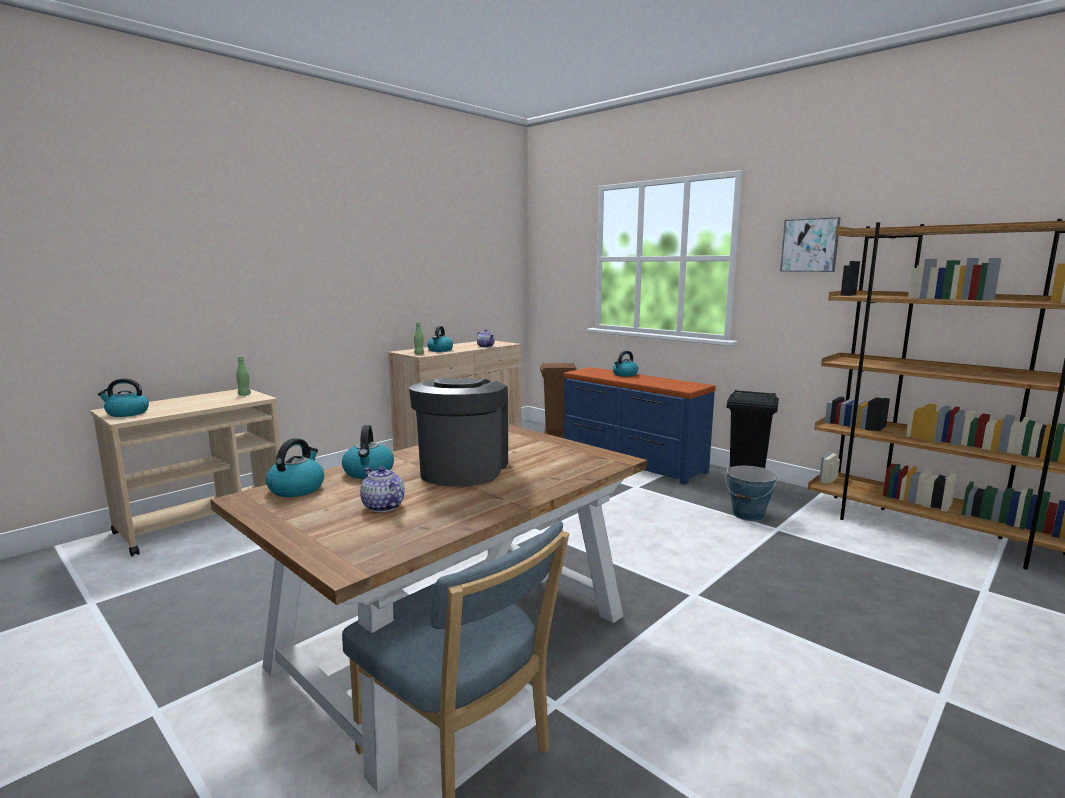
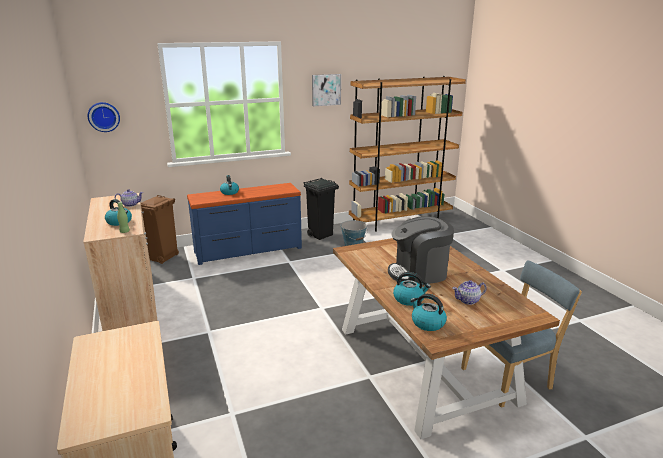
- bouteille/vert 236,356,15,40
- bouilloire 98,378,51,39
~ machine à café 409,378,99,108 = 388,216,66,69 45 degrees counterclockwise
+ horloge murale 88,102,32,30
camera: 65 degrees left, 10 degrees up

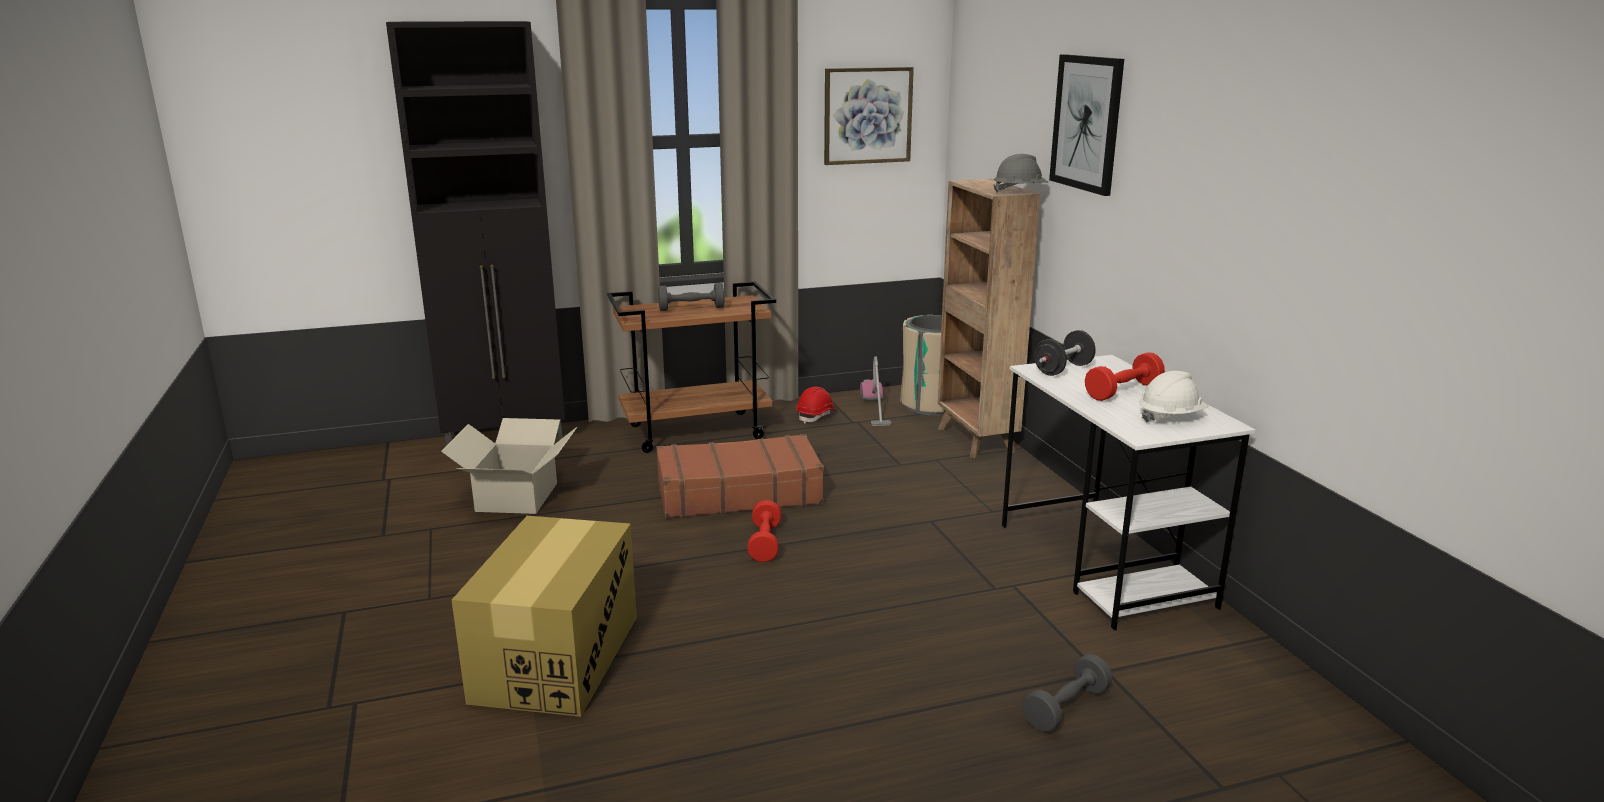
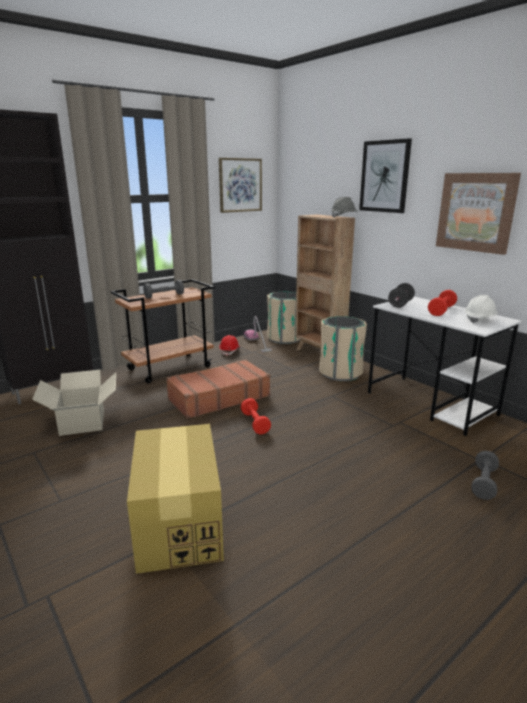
+ tableau 436,173,85,82
+ poubelle/beige 319,316,48,65
camera: 20 degrees left, 0 degrees up

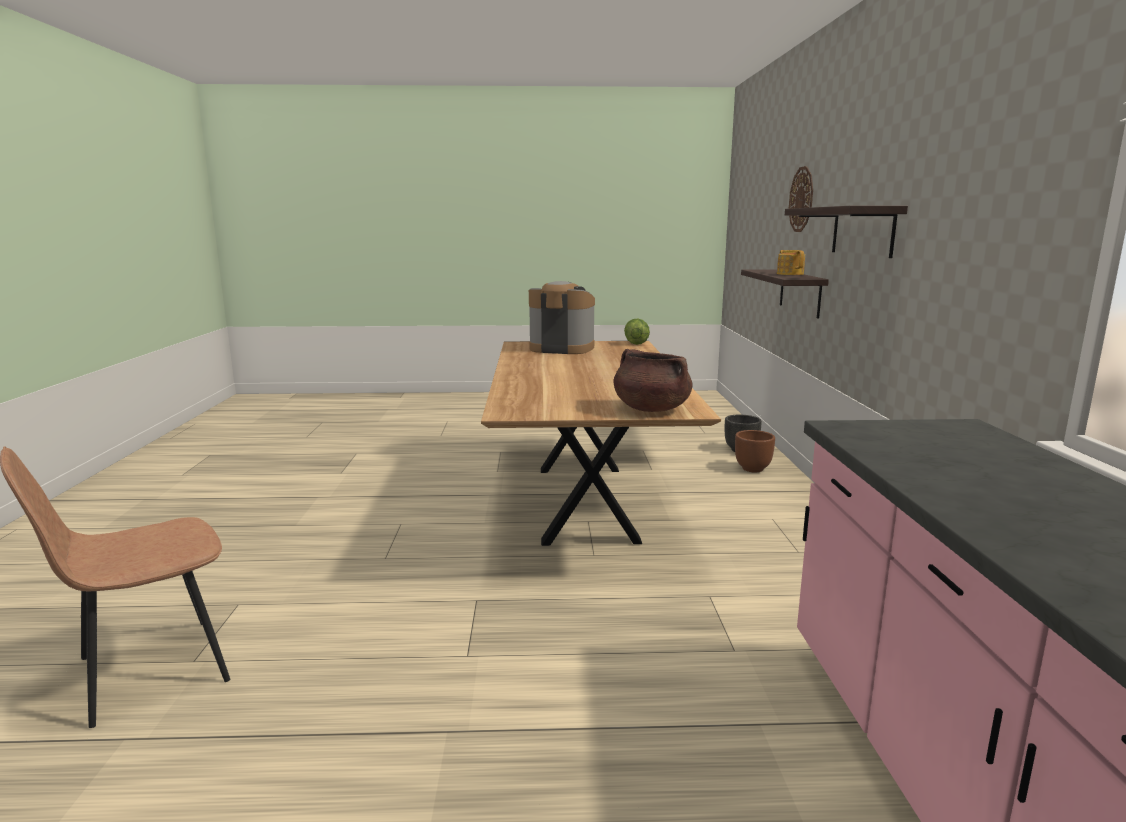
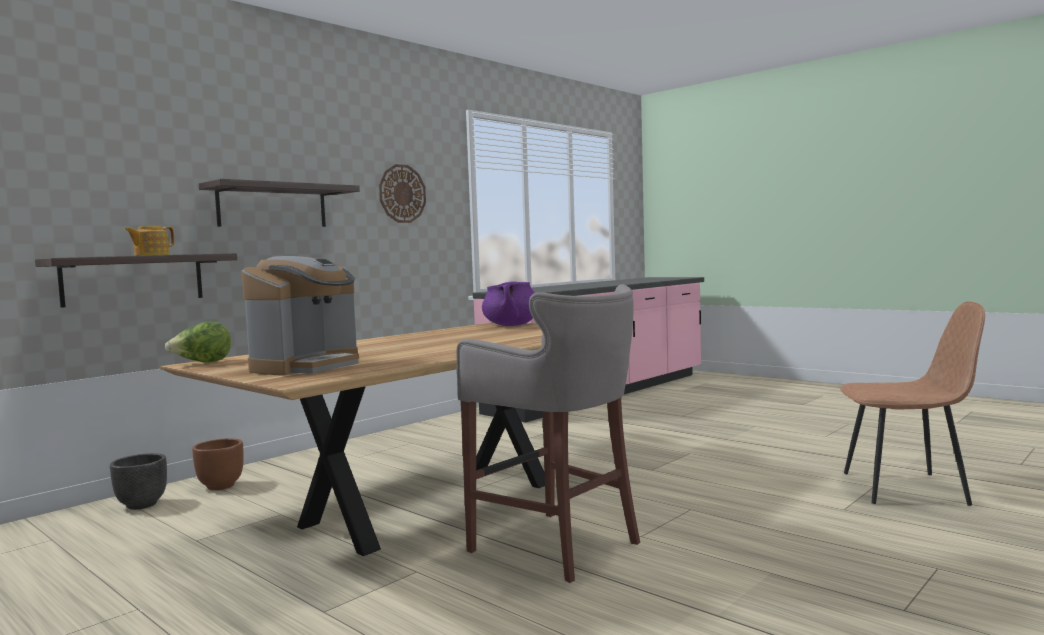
~ horloge murale 789,166,24,66 to 379,164,47,59
~ machine à café 529,281,66,73 = 242,256,117,120 120 degrees counterclockwise
~ marmite/marron 613,349,79,63 to marmite/violet 482,282,53,44
+ tabouret/gris 457,284,183,299
camera: 135 degrees left, 10 degrees down

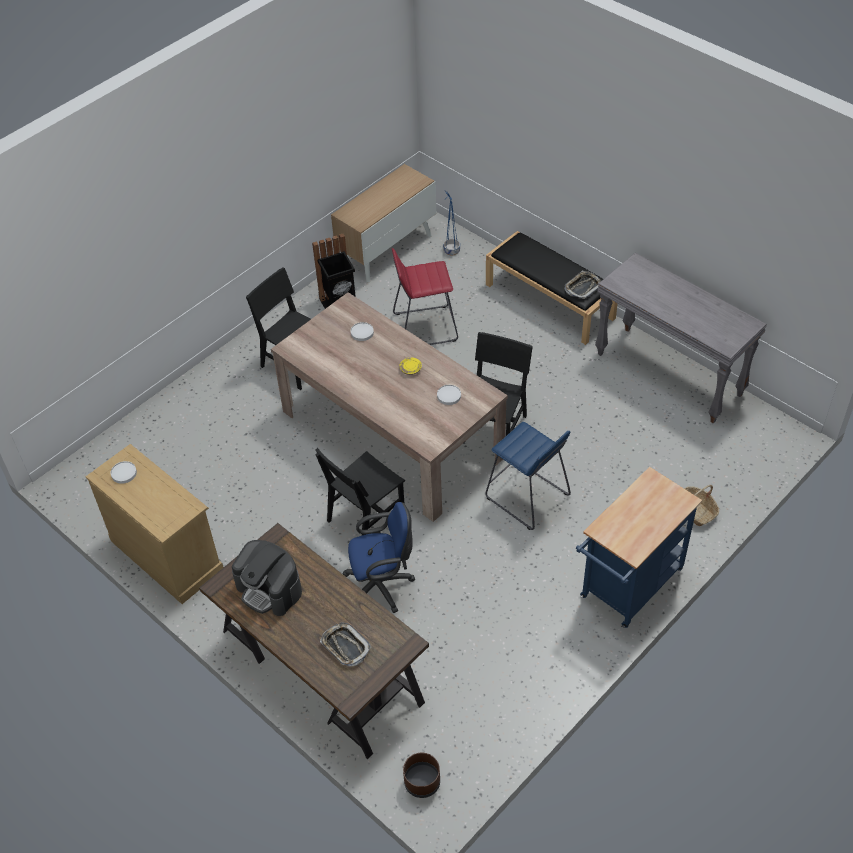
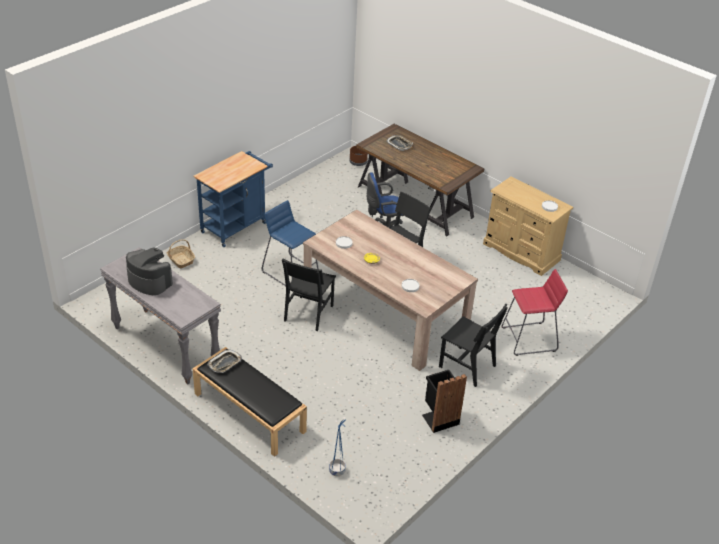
- meuble de rangement 331,164,105,119
~ tabouret/rouge 392,248,66,97 to 501,269,67,87
~ machine à café 232,540,70,76 to 126,247,47,48
camera: 175 degrees right, 10 degrees down

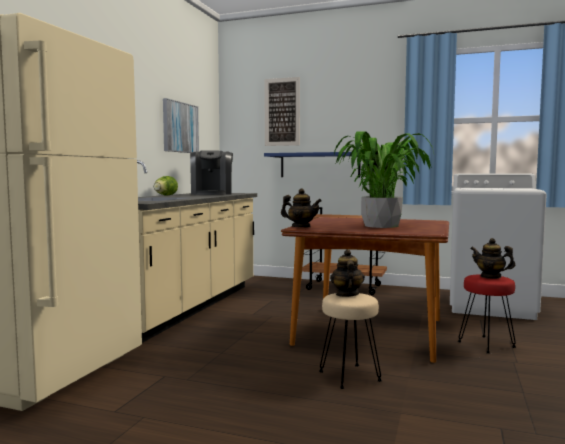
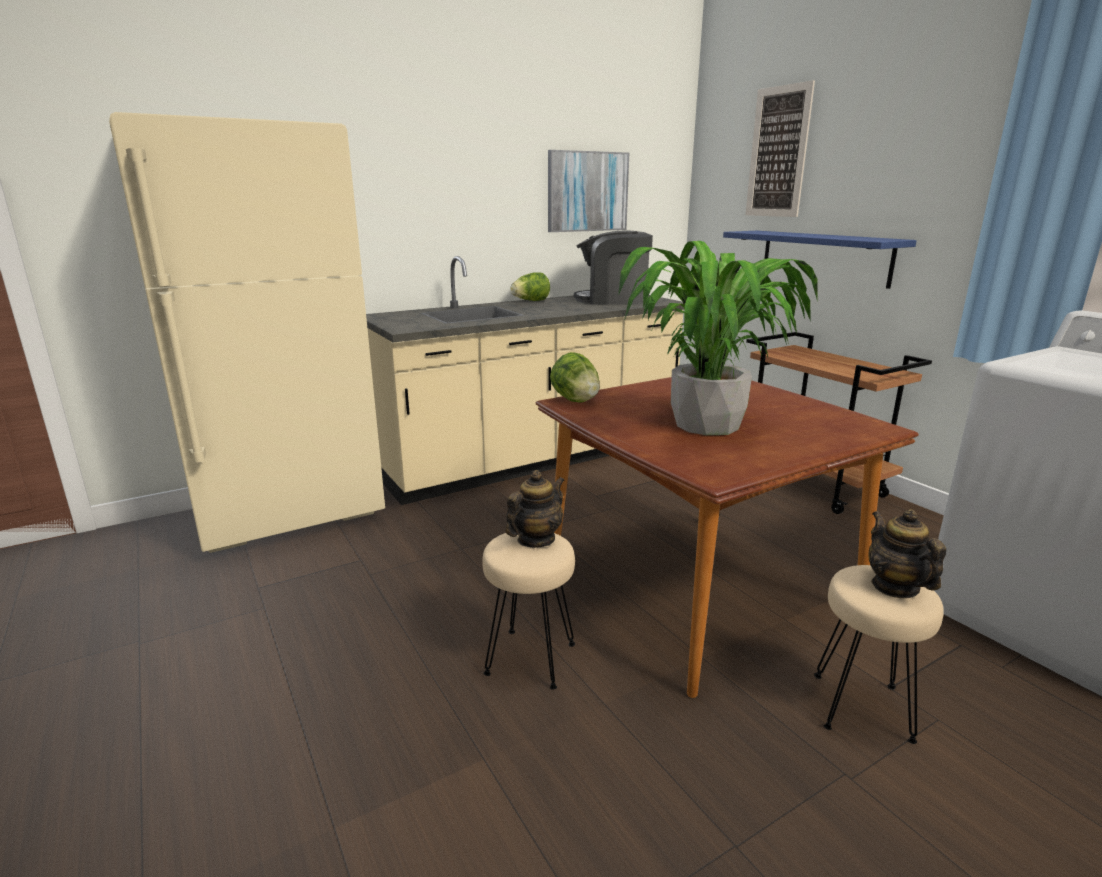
~ machine à café 190,151,43,44 = 574,231,79,74 60 degrees clockwise
~ théière 281,188,41,39 to laitue 550,352,50,51
~ tabouret/rouge 458,274,58,80 to tabouret/beige 814,565,130,179
camera: 40 degrees right, 15 degrees up

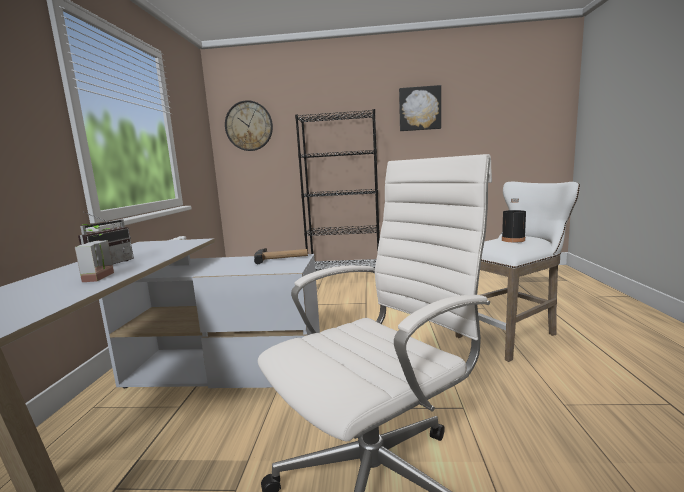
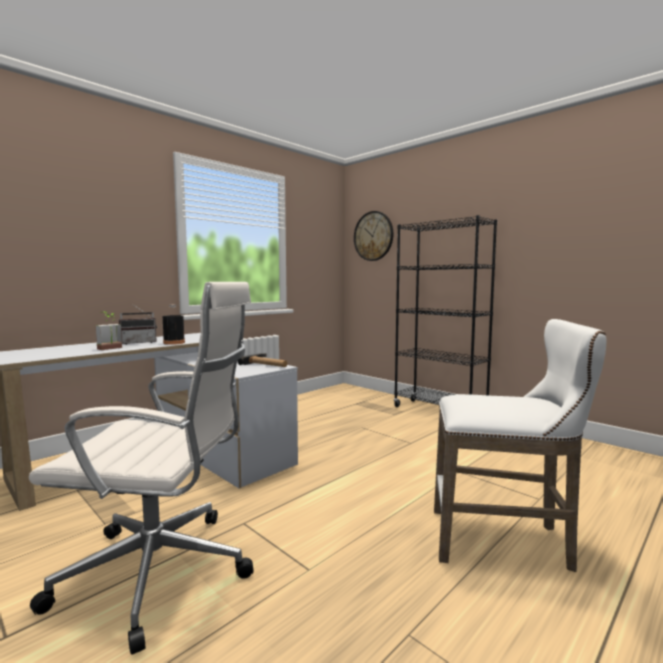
- tableau 399,85,42,46
~ bouteille/noir 502,199,24,43 to 163,304,22,41
camera: 40 degrees right, 5 degrees down

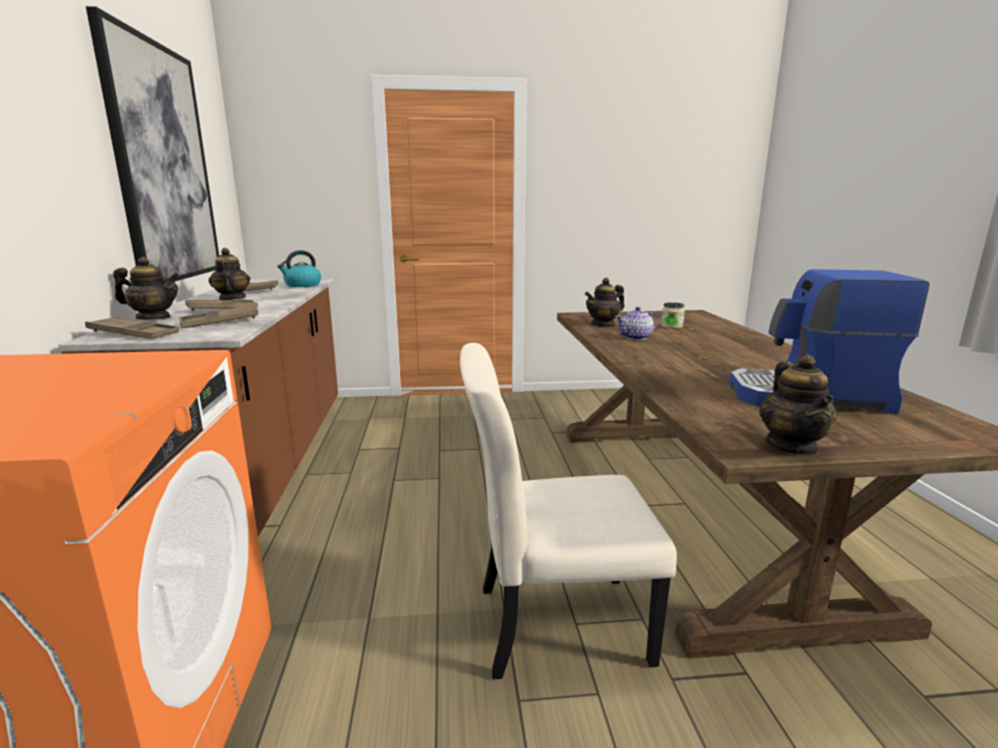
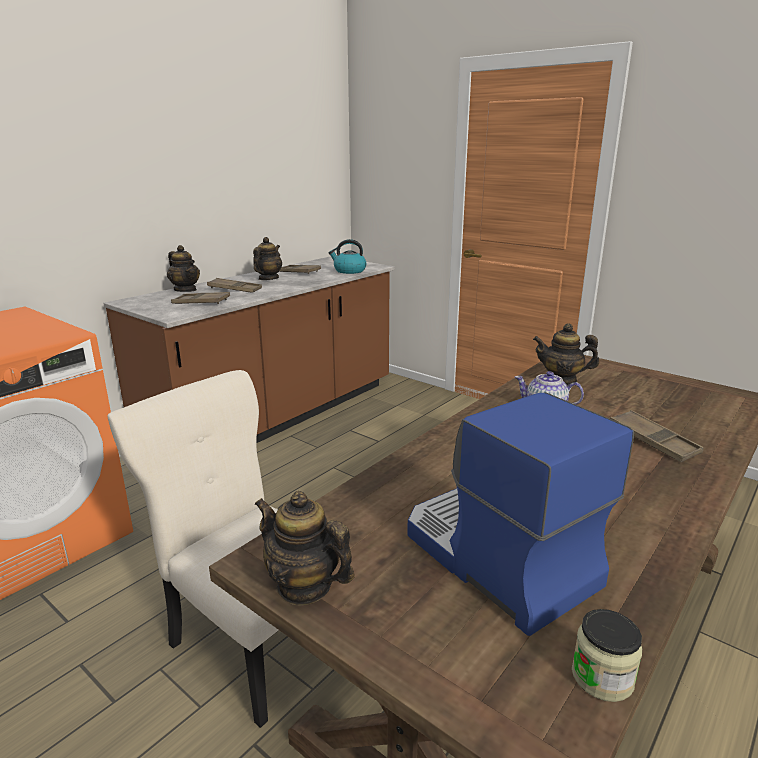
- tableau 86,6,133,277
~ bocal 661,302,24,27 to 572,609,70,93
~ plateau/marron 85,316,94,23 to 610,410,94,52
~ théière 759,354,79,102 = 255,491,100,114 75 degrees clockwise
camera: 45 degrees right, 5 degrees up

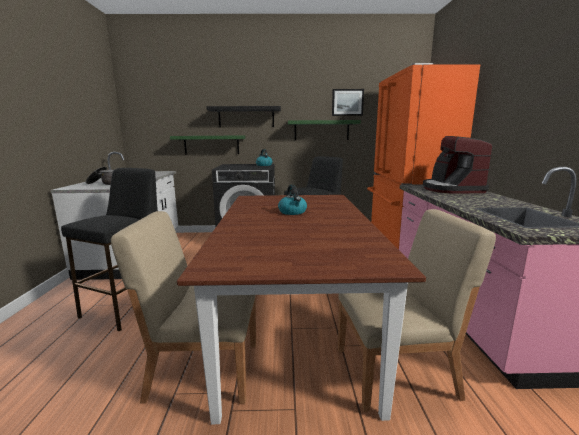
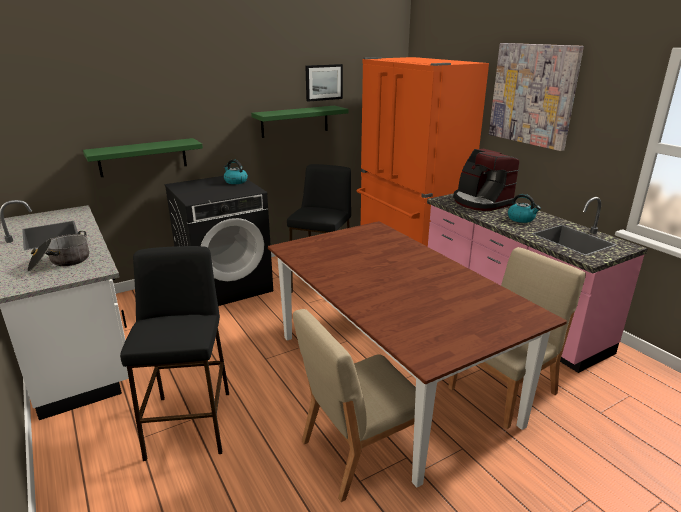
- étagère/noir 206,106,75,21
~ bouilloire 278,185,29,30 to 508,194,33,29
+ tableau 489,43,95,108
camera: 30 degrees left, 10 degrees up

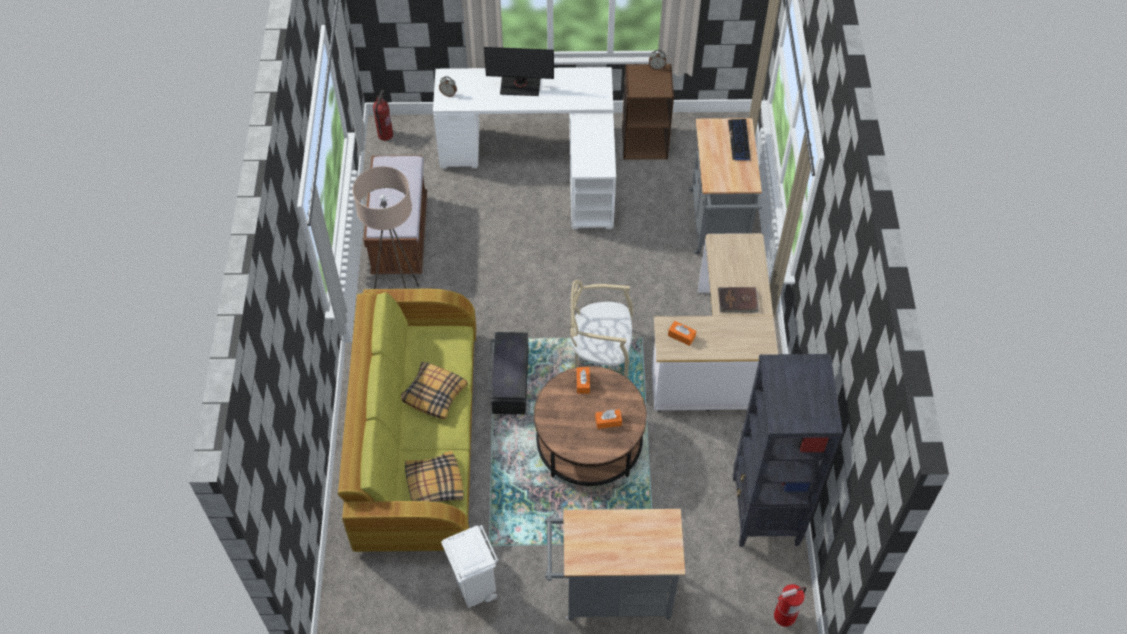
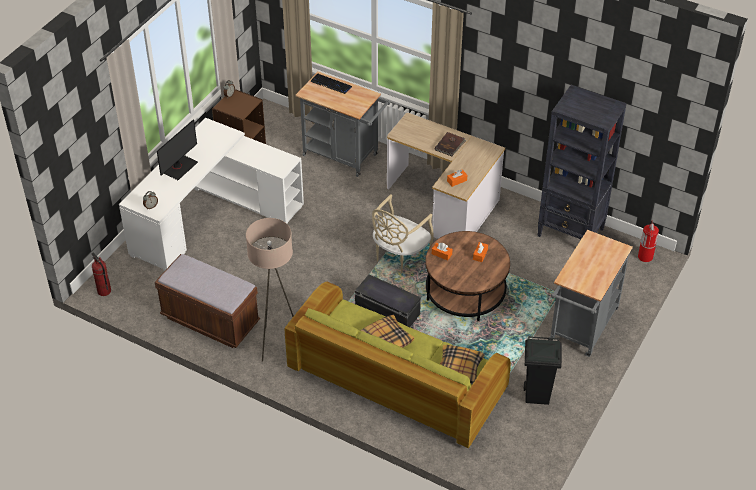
~ poubelle/blanc 441,525,57,83 to poubelle/noir 524,336,38,69
camera: 60 degrees left, 10 degrees down

